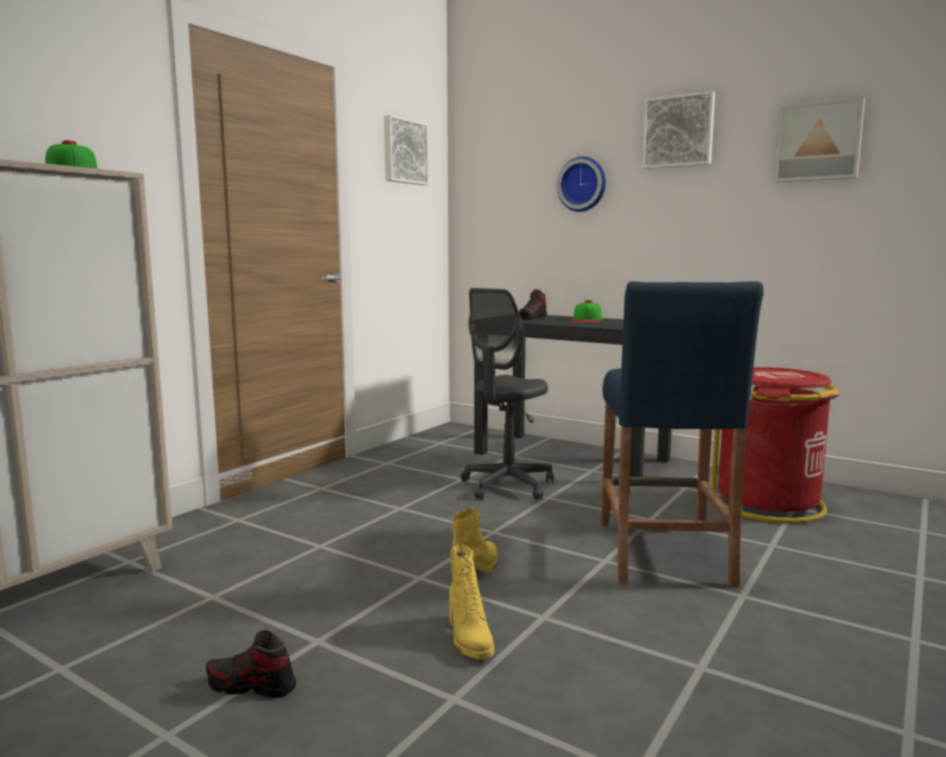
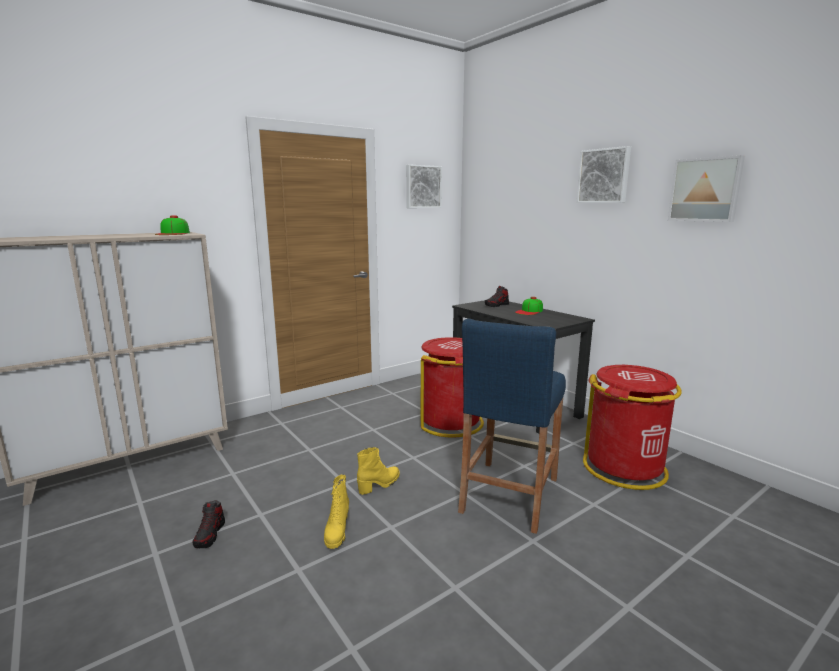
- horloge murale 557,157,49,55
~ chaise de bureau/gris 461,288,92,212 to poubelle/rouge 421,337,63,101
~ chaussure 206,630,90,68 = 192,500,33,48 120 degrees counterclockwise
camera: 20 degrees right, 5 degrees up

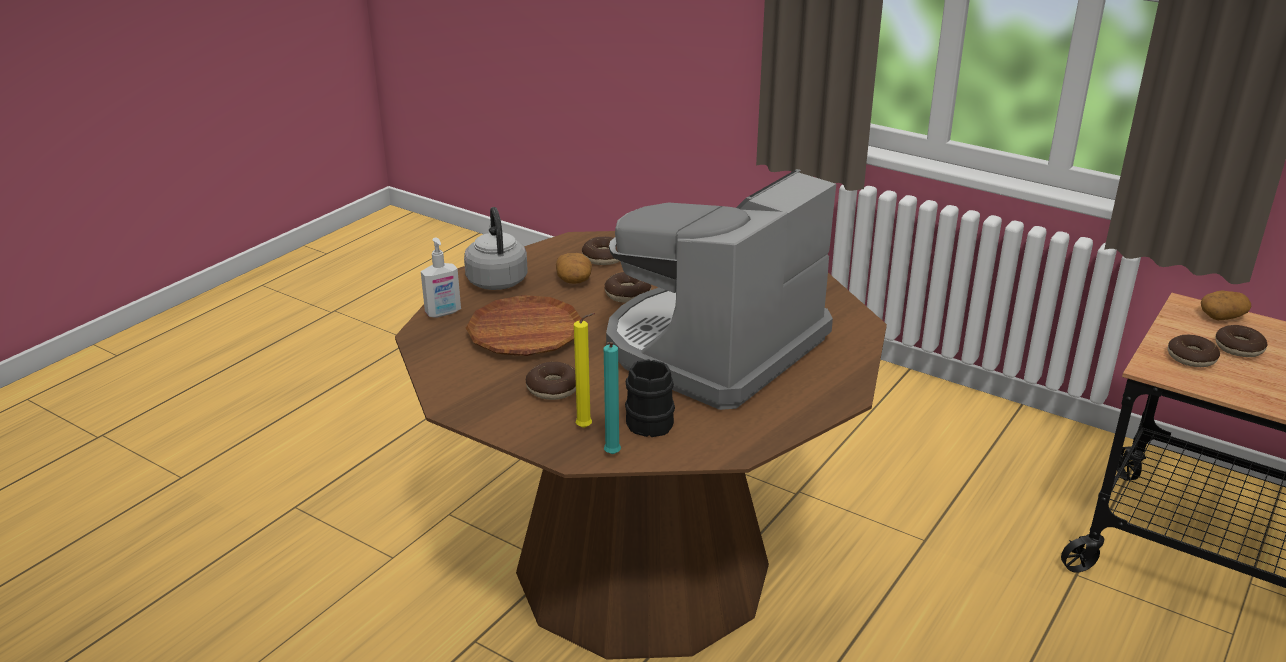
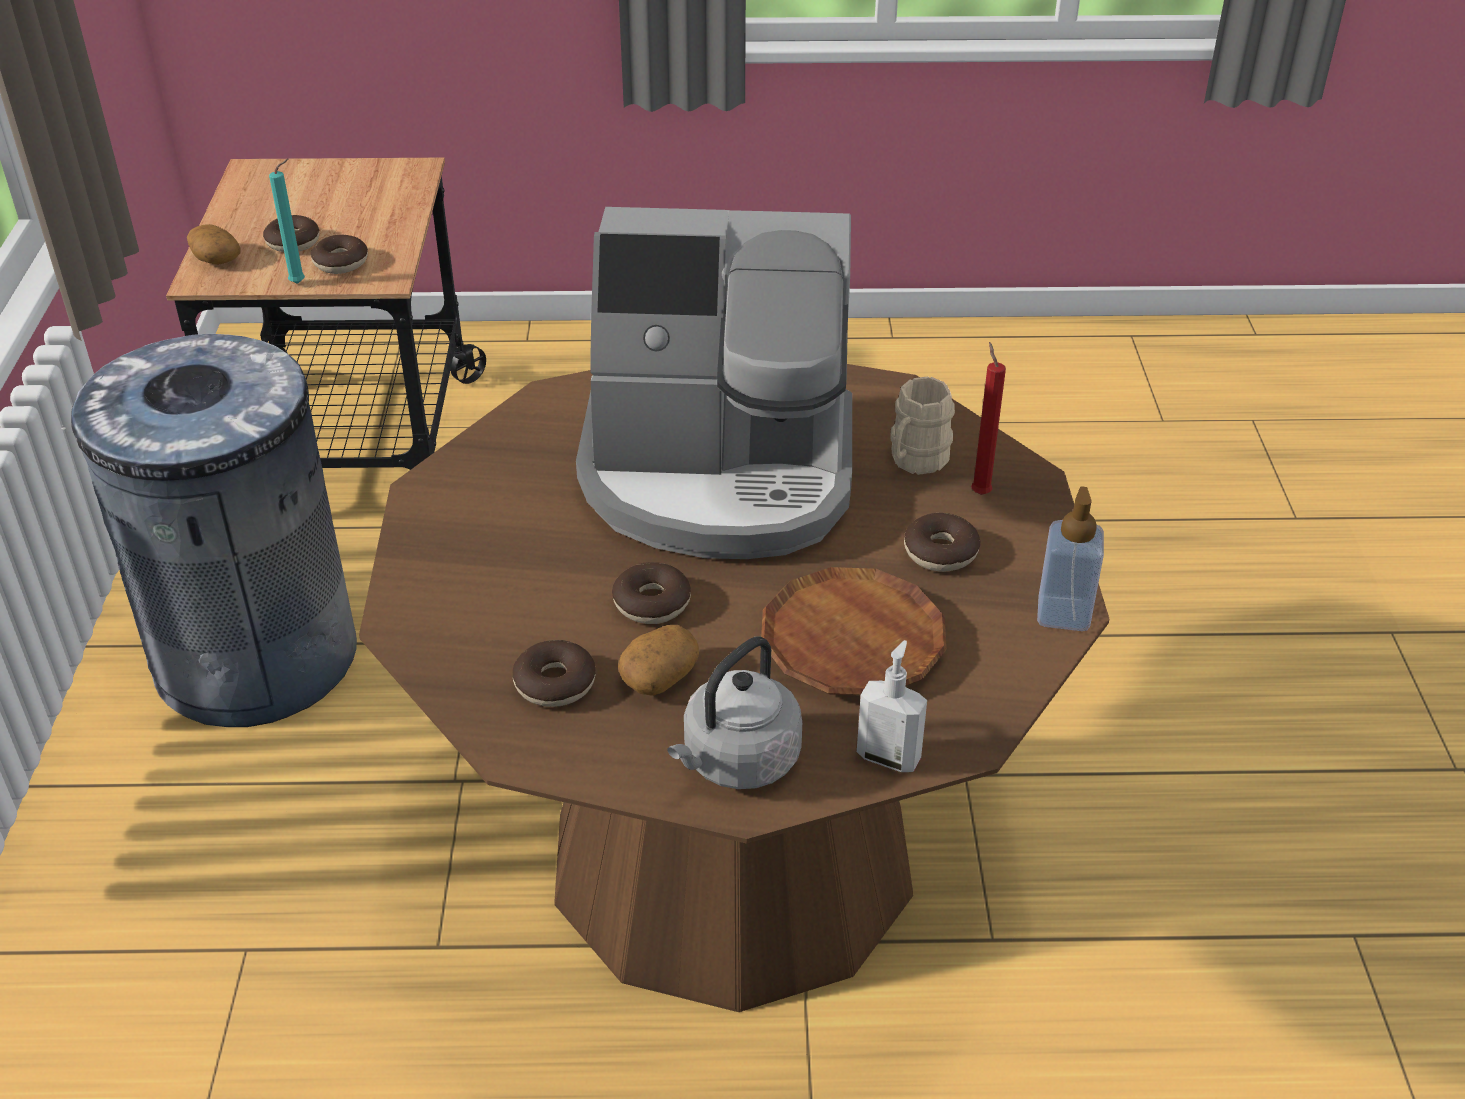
~ bougie/jaune 574,313,21,115 to bougie/rouge 971,342,35,153
~ bougie/turquoise 604,342,17,112 to 269,159,36,125
~ mug/noir 625,359,50,78 to mug/beige 890,376,65,99
+ poubelle/gris 61,334,296,393
+ distributeur de savon 1037,486,67,145
camera: 125 degrees left, 10 degrees up

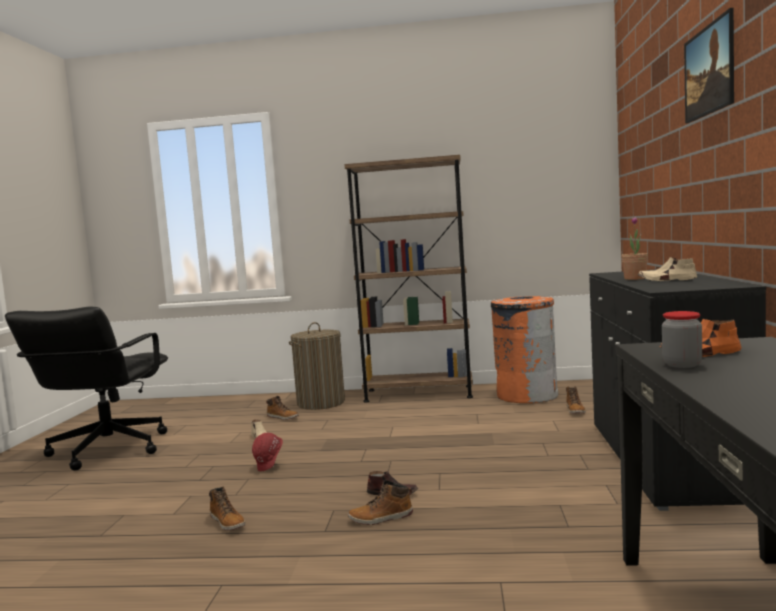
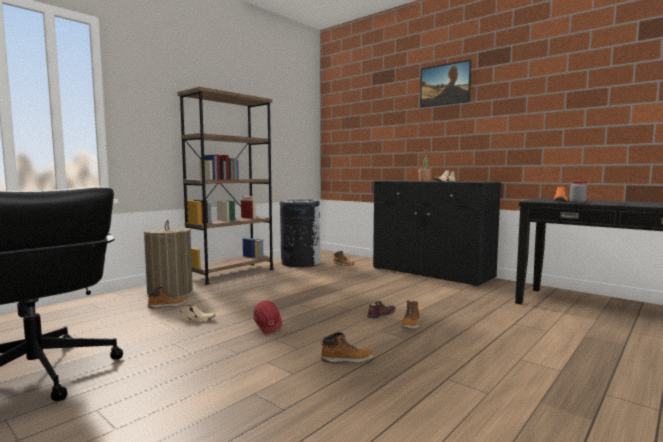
~ poubelle/orange 491,296,67,107 to poubelle/noir 280,199,41,68
camera: 55 degrees left, 0 degrees up

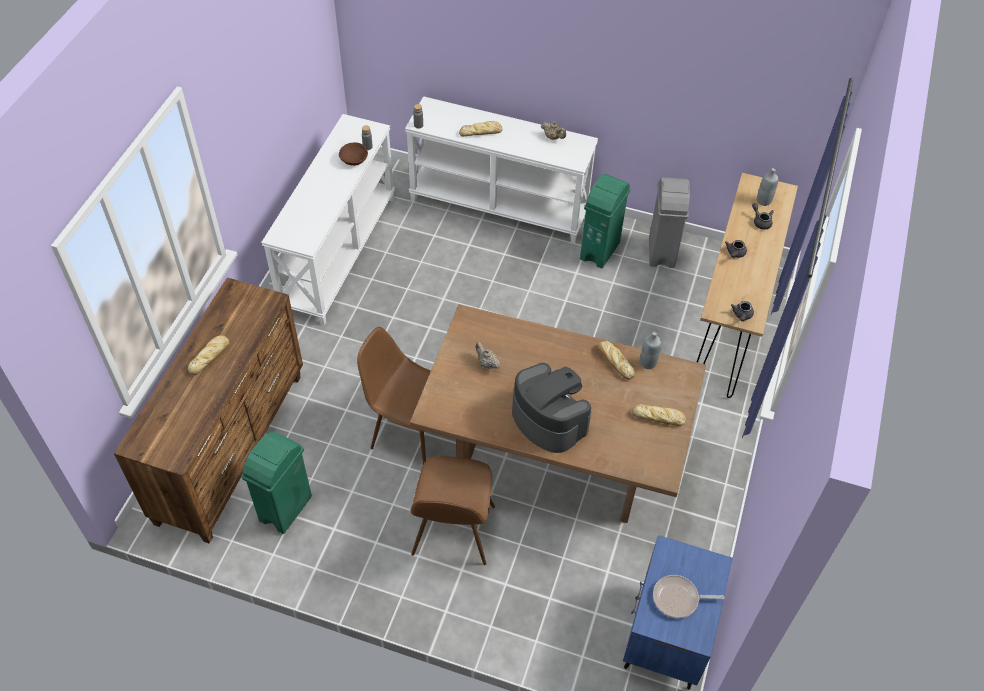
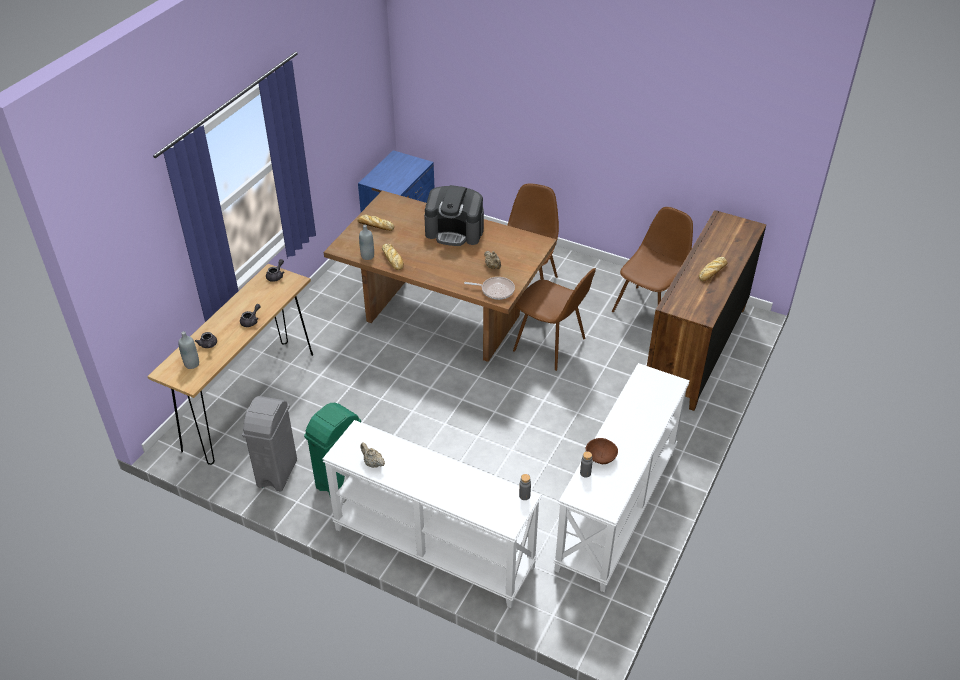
- pain 459,121,43,15
~ machine à café 512,363,79,90 = 424,185,60,61 45 degrees counterclockwise
~ poubelle/vert 241,432,71,102 to chaise/marron 612,207,81,105
~ poêle 653,575,72,43 to 464,277,51,23
camera: 170 degrees left, 10 degrees down

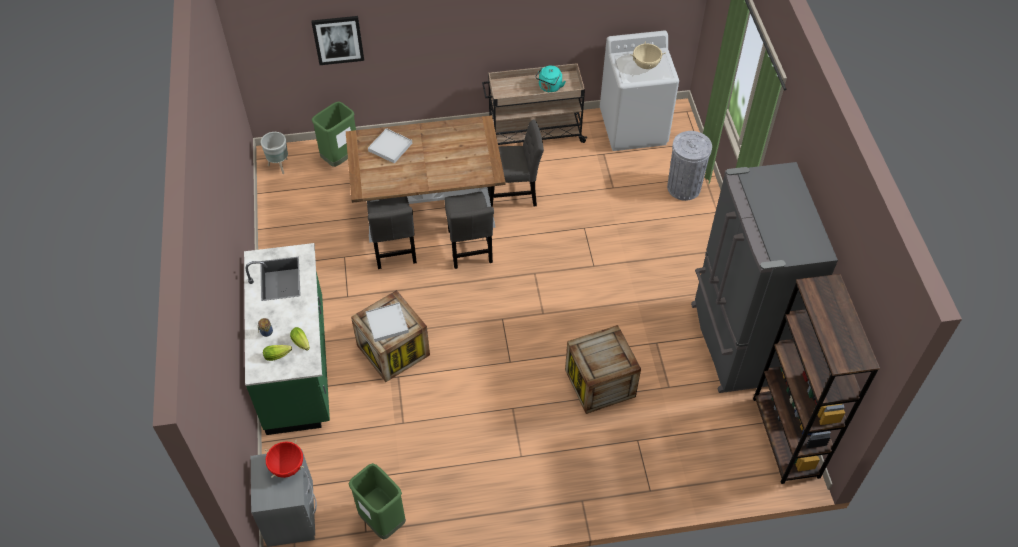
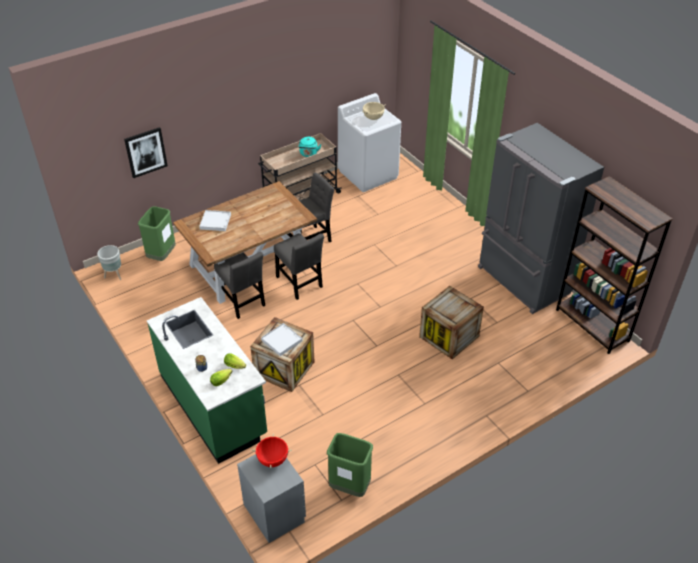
- poubelle/gris 667,131,45,70
camera: 25 degrees left, 10 degrees down

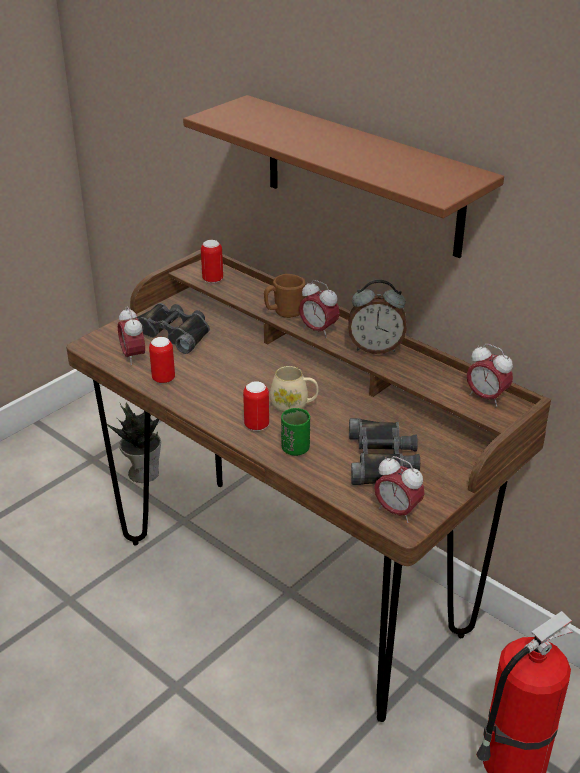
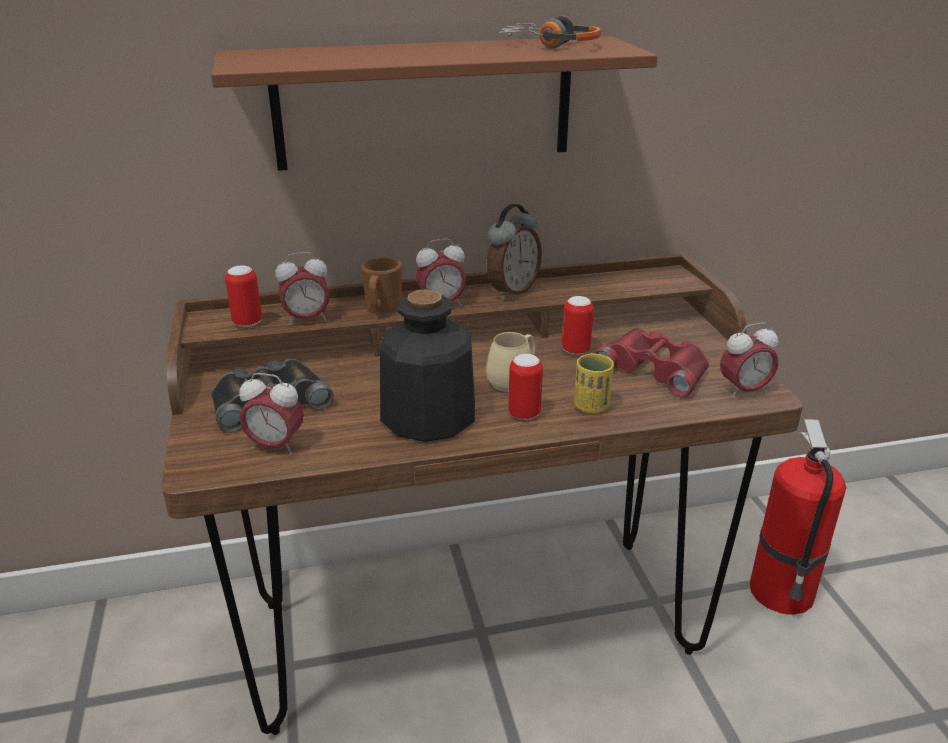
~ boîte métallique 149,337,26,47 to 562,296,32,59
~ réveil 467,344,46,63 to 275,252,55,73
- plante en pot 107,403,54,80
~ tasse/vert 281,408,29,48 to tasse/jaune 574,353,40,61
~ jumelles/noir 349,418,71,67 to jumelles/rouge 593,327,116,70
+ casque audio 499,15,102,33
+ bouteille 380,289,95,153
camera: 55 degrees left, 5 degrees down

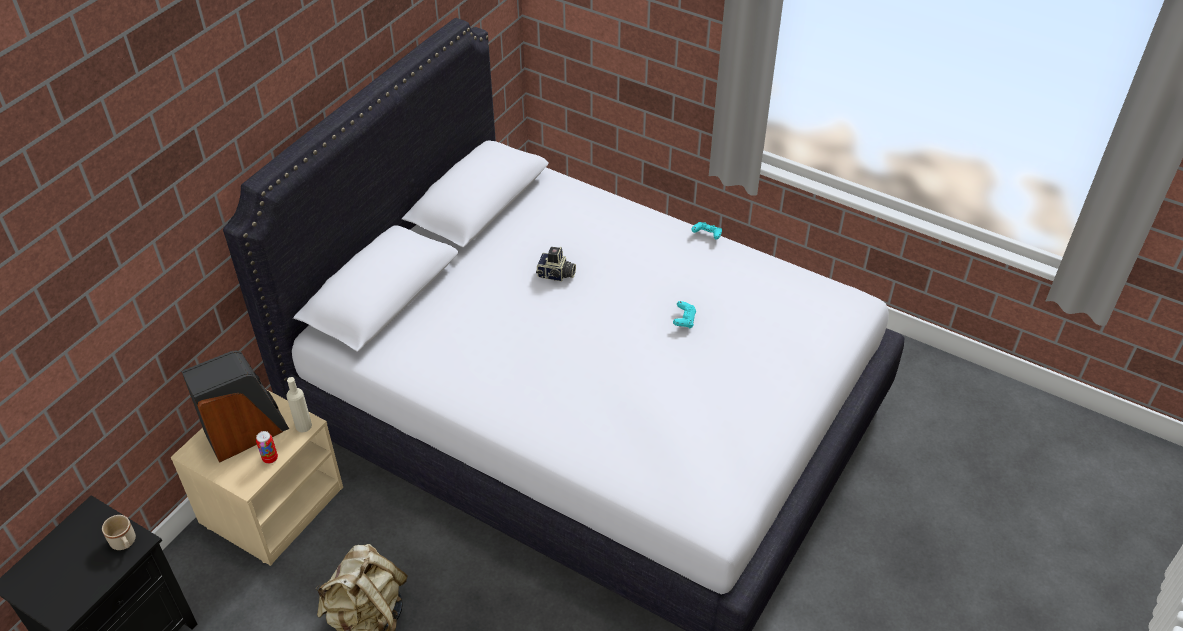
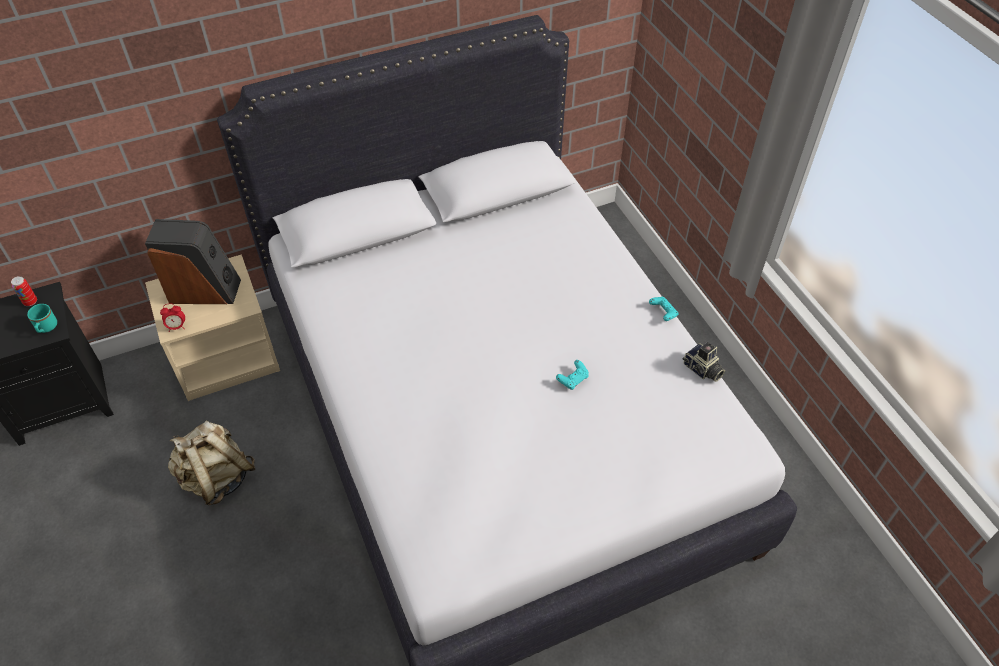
~ appareil photo 536,247,40,35 to 683,342,42,40
- bouteille/beige 287,377,25,55
~ boîte métallique 256,431,22,33 to 11,276,26,30
~ mug/beige 102,515,34,35 to mug/turquoise 27,304,30,29
+ réveil 160,303,25,29
camera: 35 degrees right, 5 degrees up

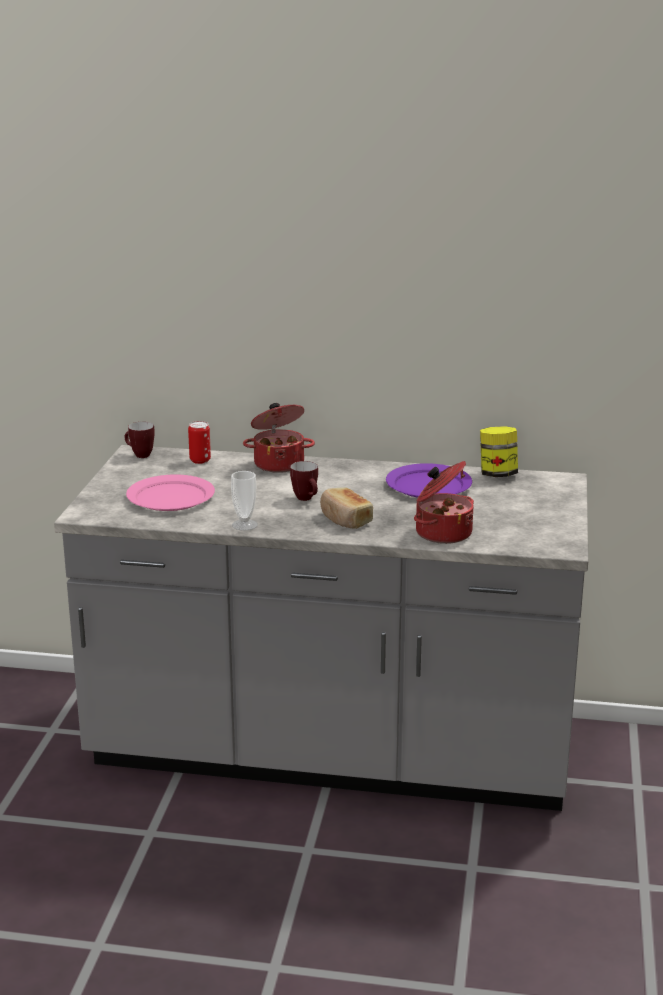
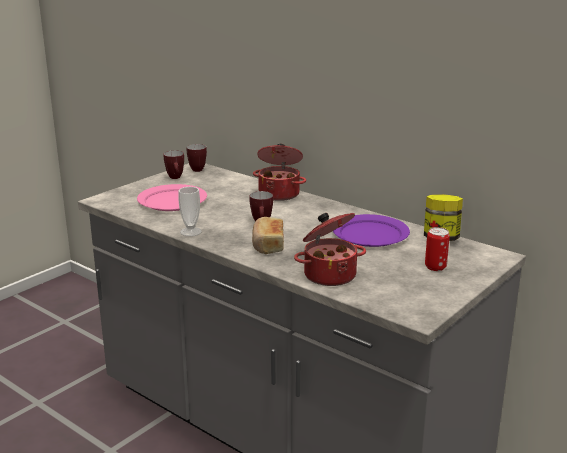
~ boîte métallique 188,421,23,43 to 425,227,25,44
+ mug 164,151,20,28
camera: 30 degrees right, 0 degrees up

